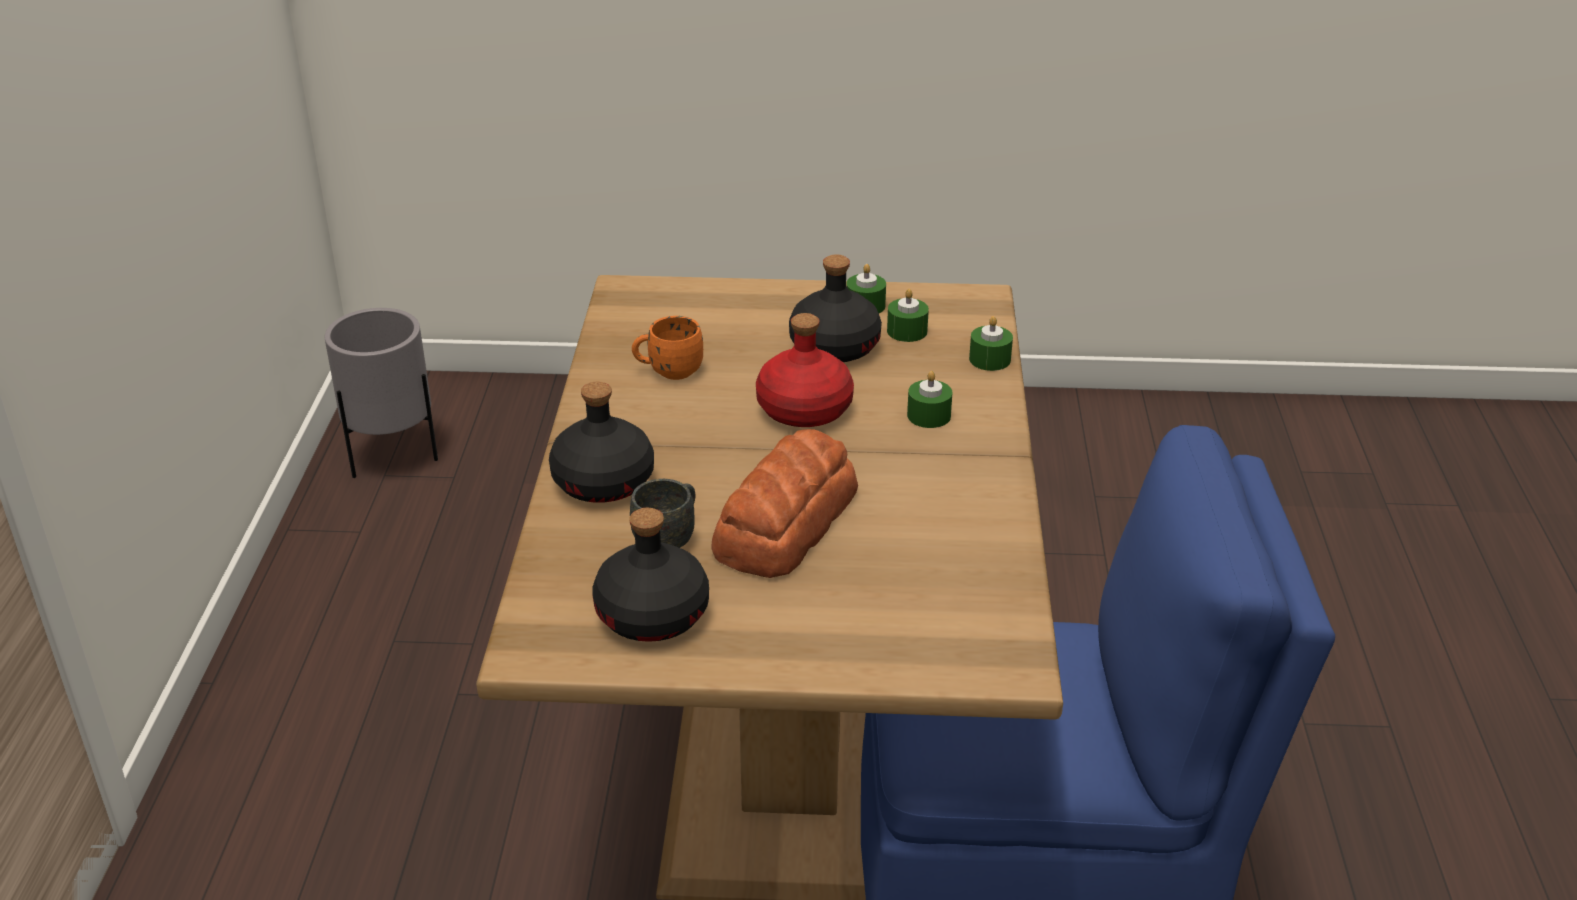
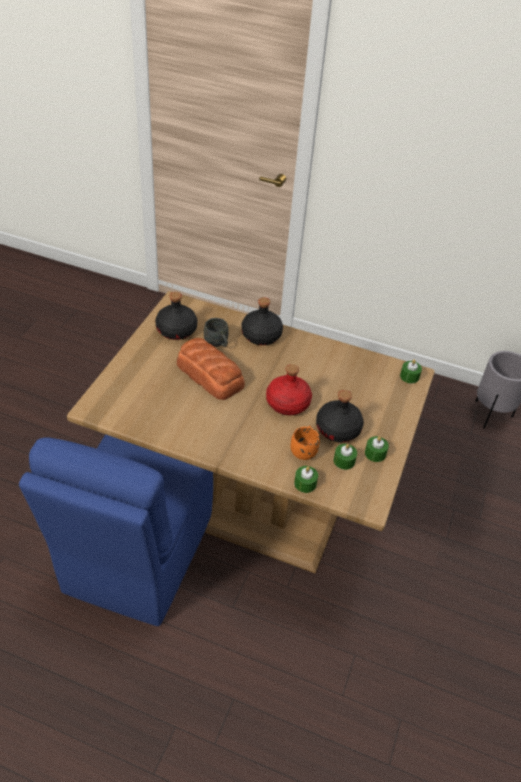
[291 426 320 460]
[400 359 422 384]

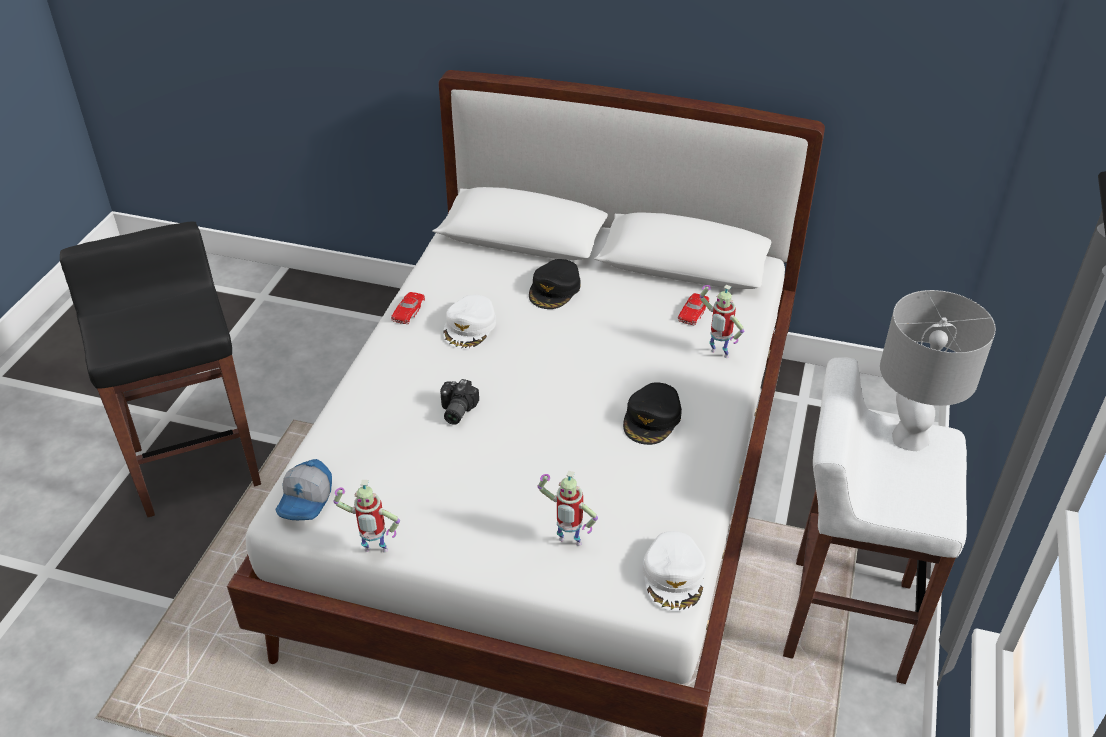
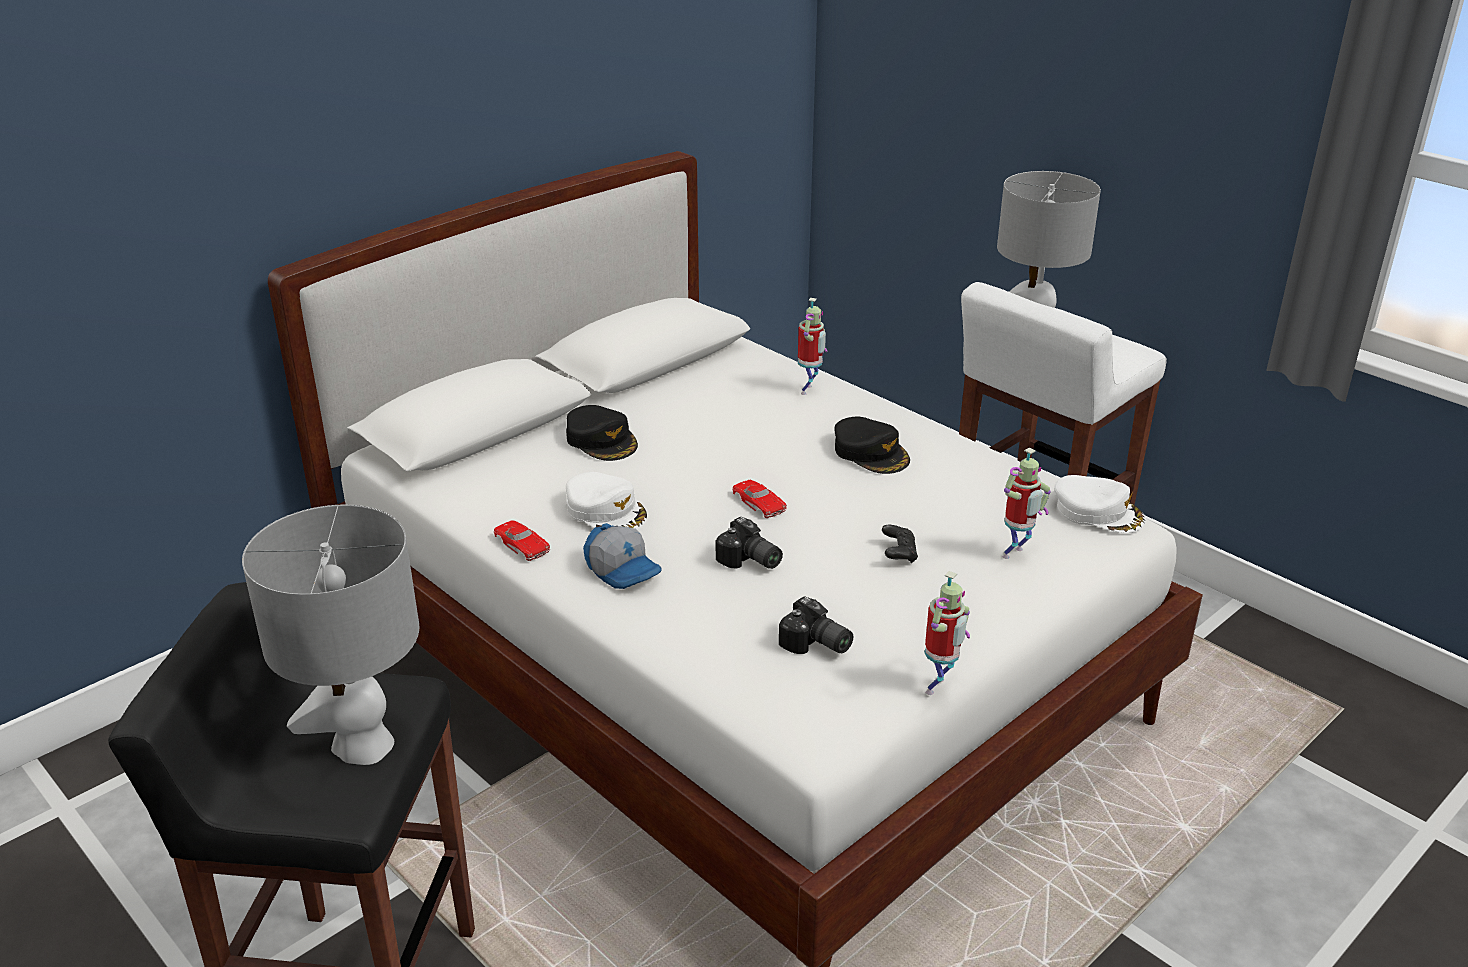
[242 505 419 765]
[583 523 661 589]
[732 480 787 518]
[779 596 853 654]
[798 298 827 395]
[882 525 918 563]

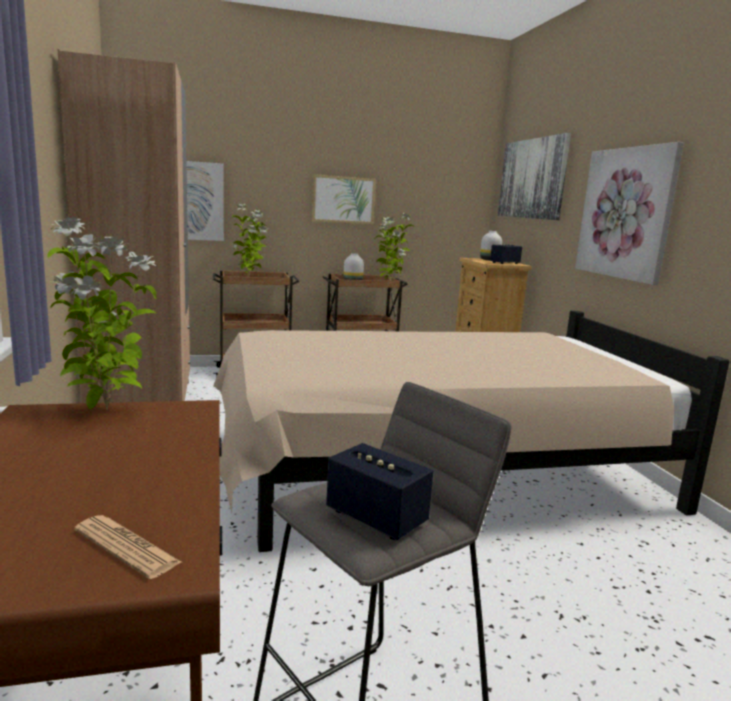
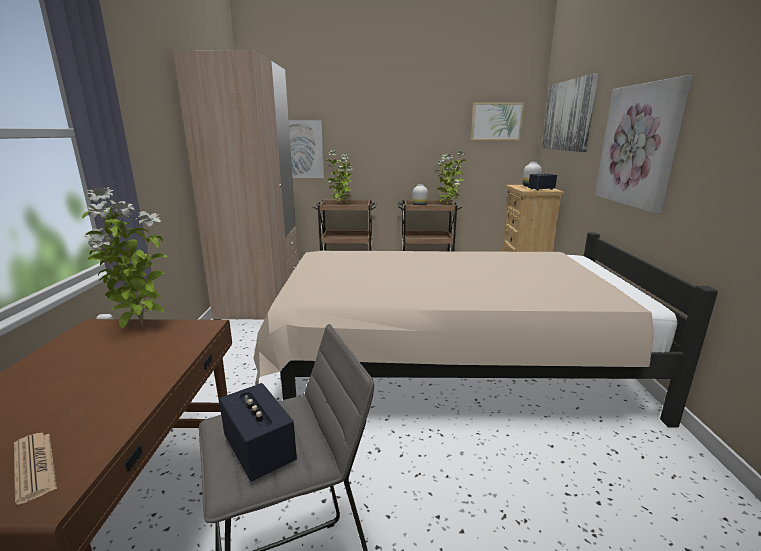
[471 102 524 140]

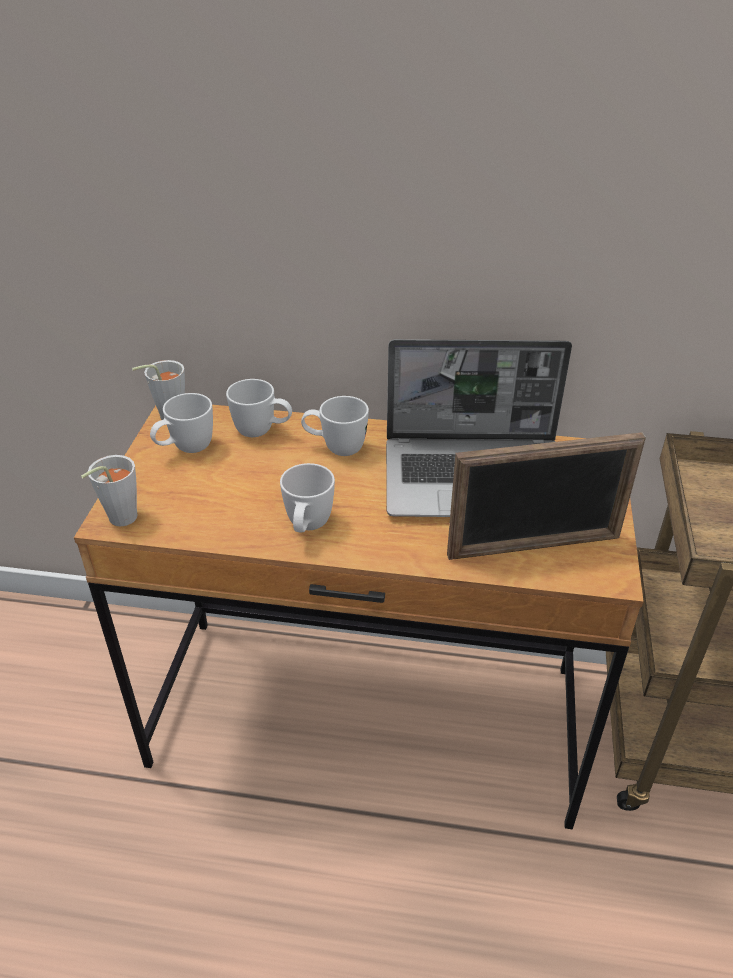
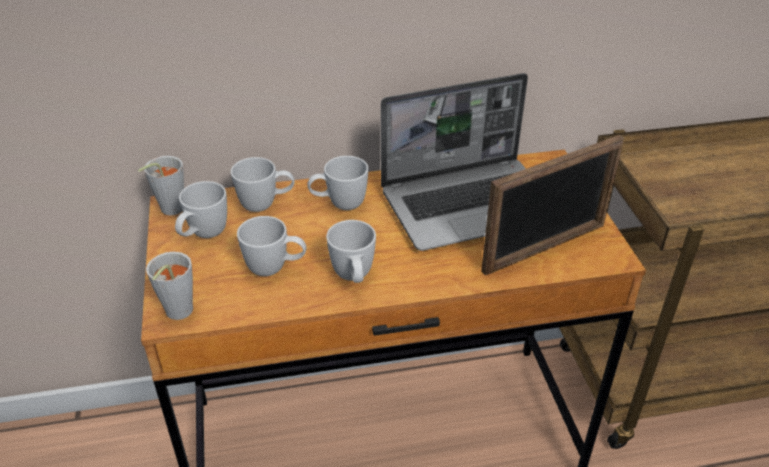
[237 216 306 276]

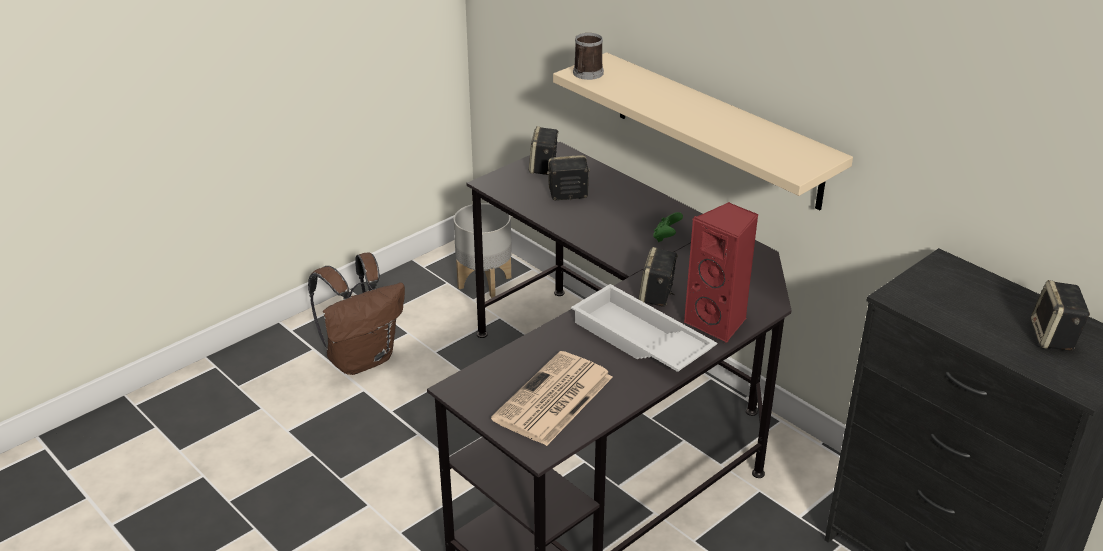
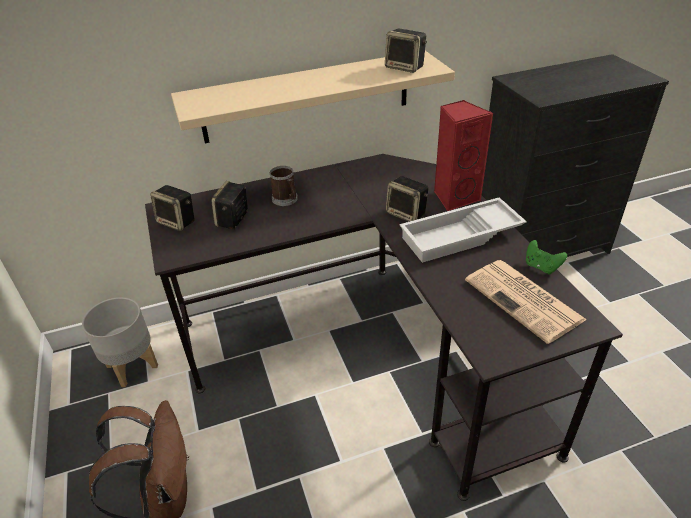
[269 166 298 206]
[385 29 427 73]
[526 240 567 274]

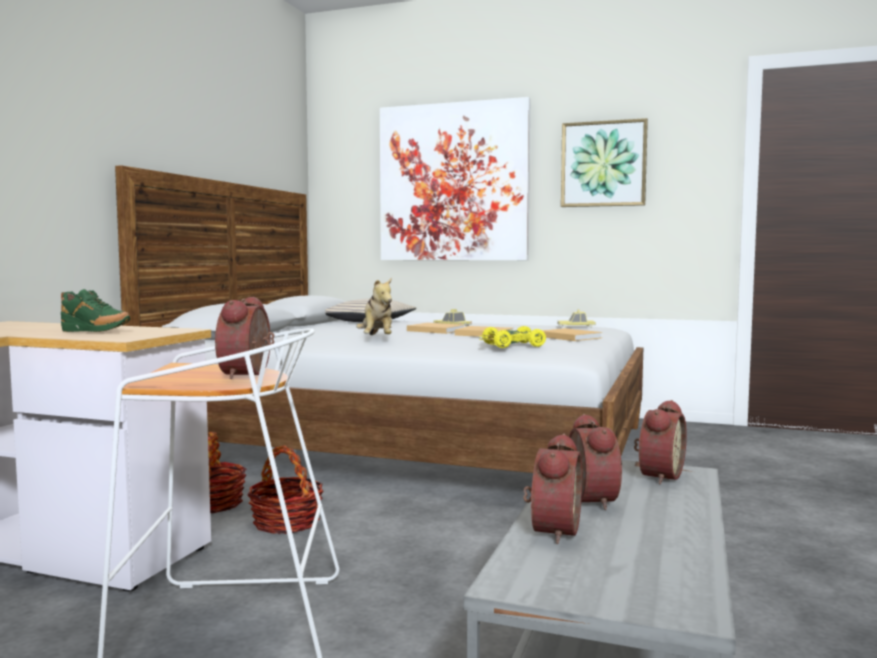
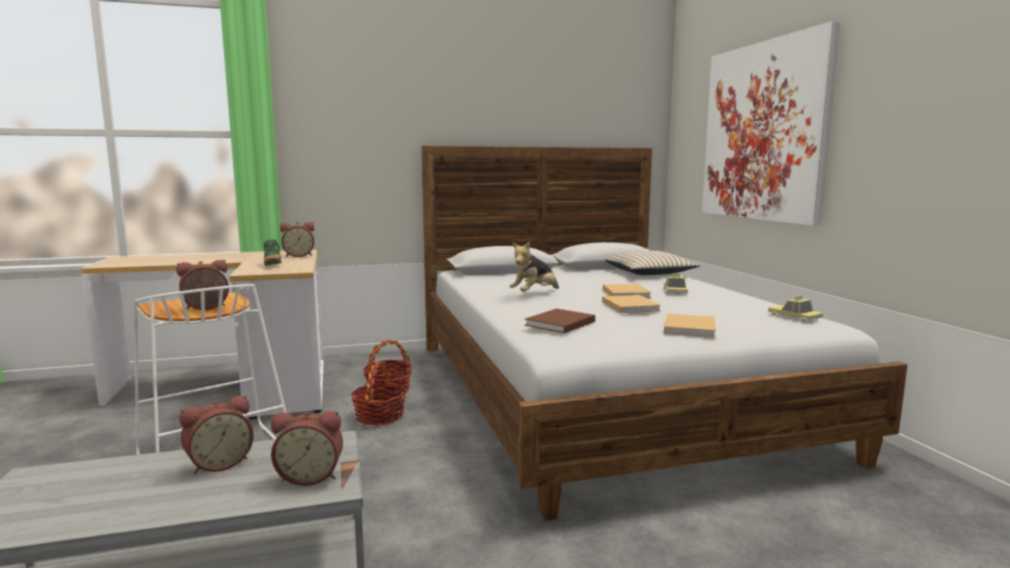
[280 222 314 257]
[525 309 595 333]
[561 118 648 207] (first image)

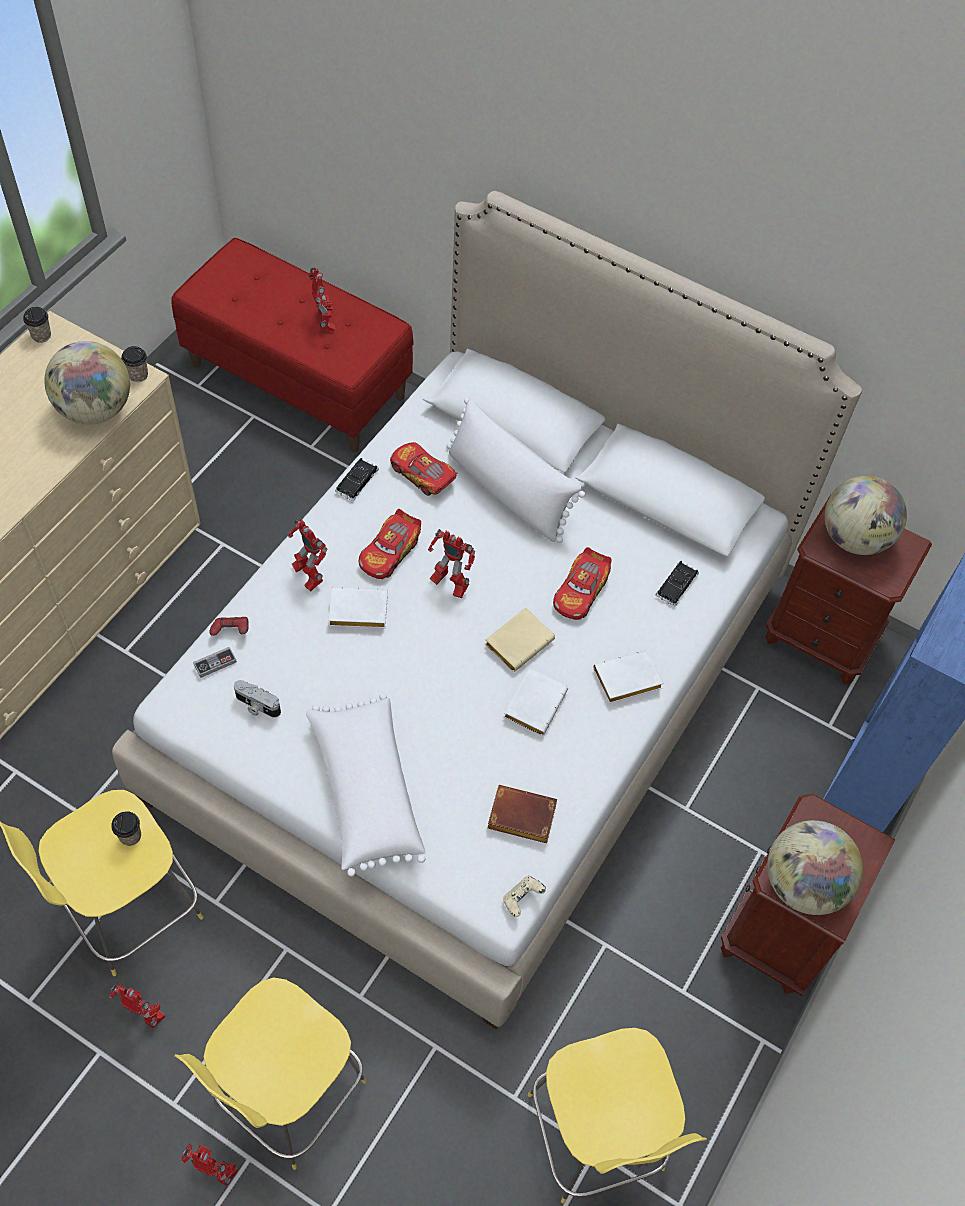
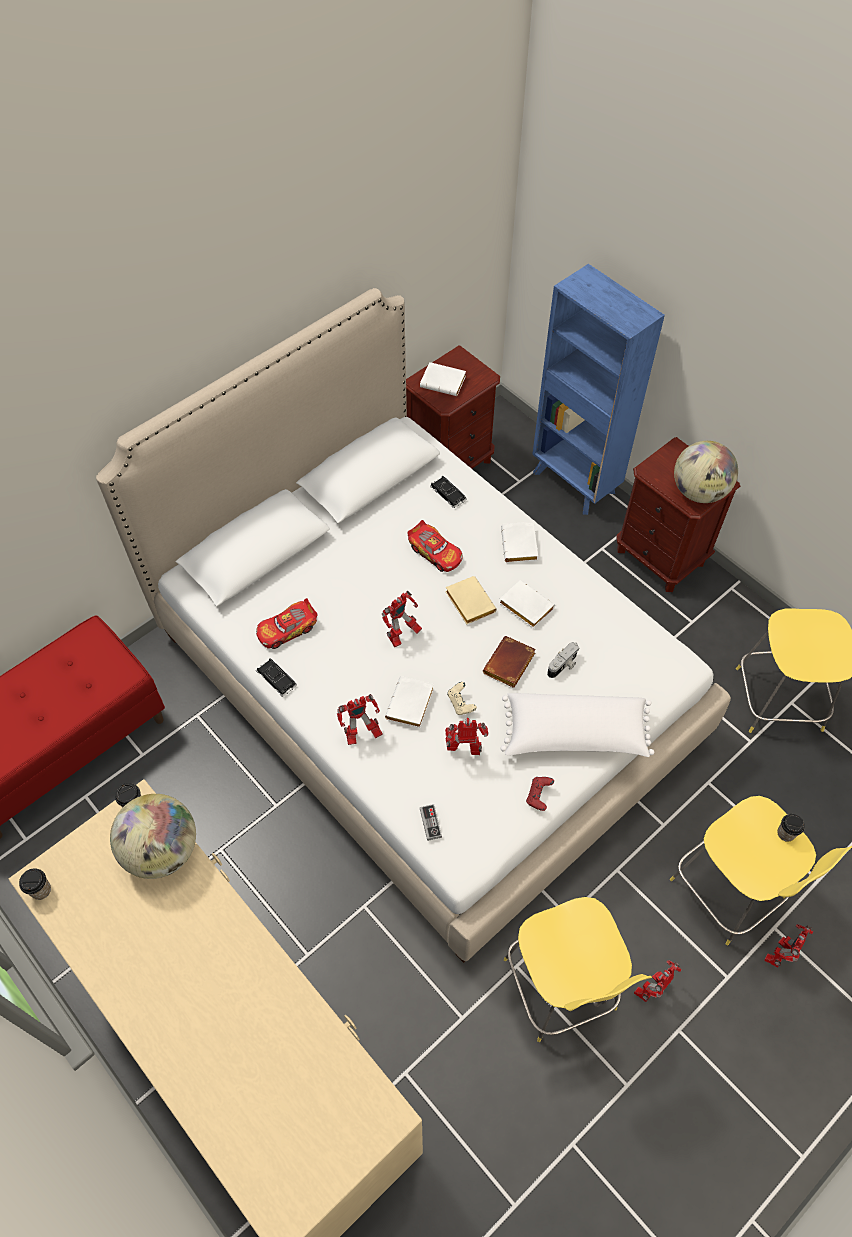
[420 362 466 396]
[445 718 488 755]
[447 682 477 715]
[483 636 536 688]
[526 777 554 811]
[547 642 580 678]
[777 814 805 842]
[359 509 421 579] (first image)
[447 398 585 543] (first image)

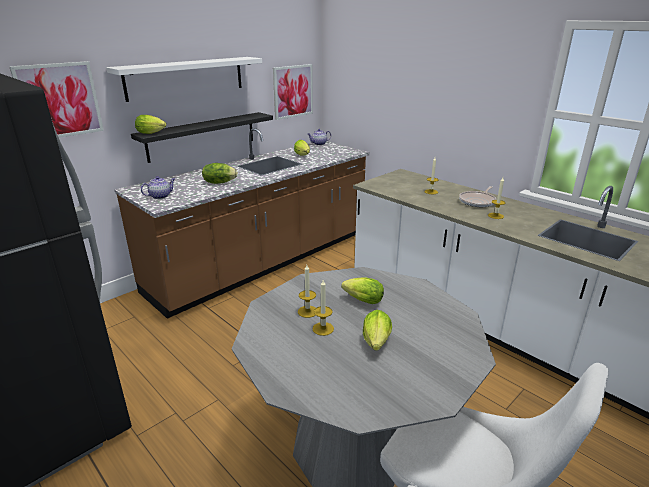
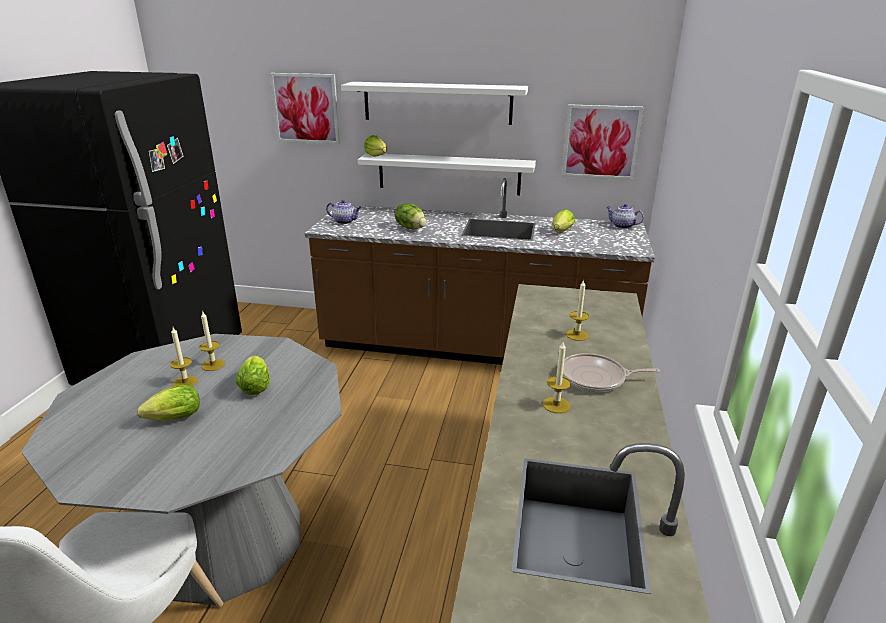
[358 153 536 195]

